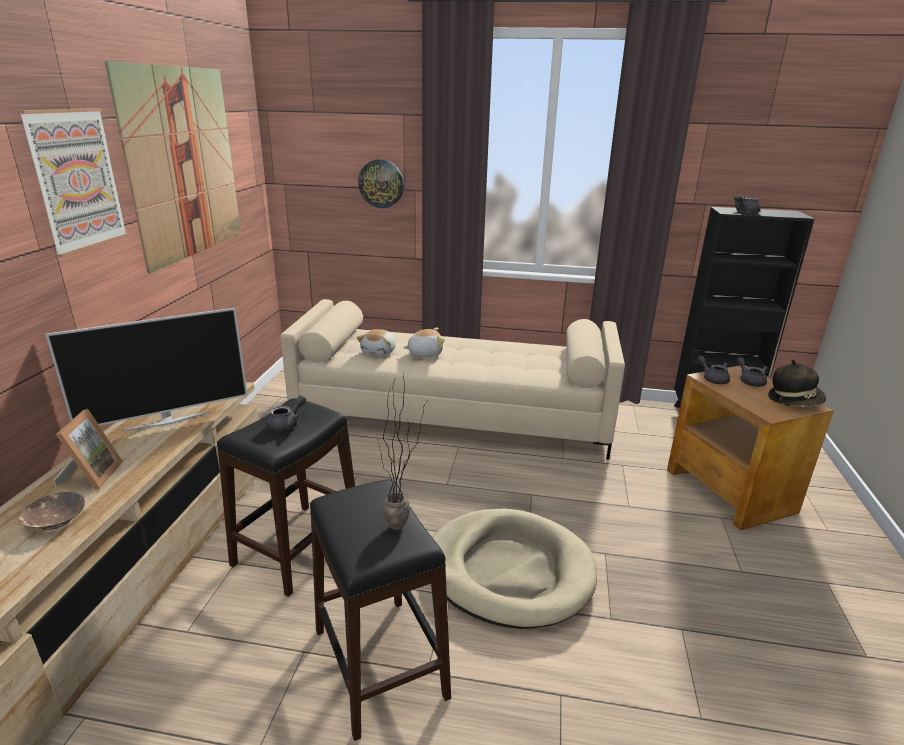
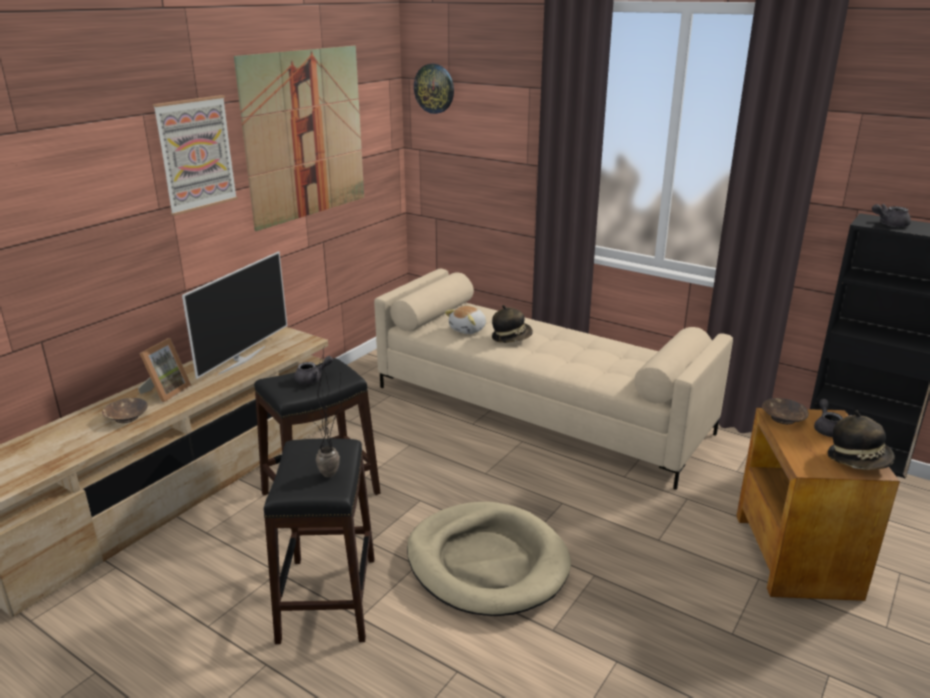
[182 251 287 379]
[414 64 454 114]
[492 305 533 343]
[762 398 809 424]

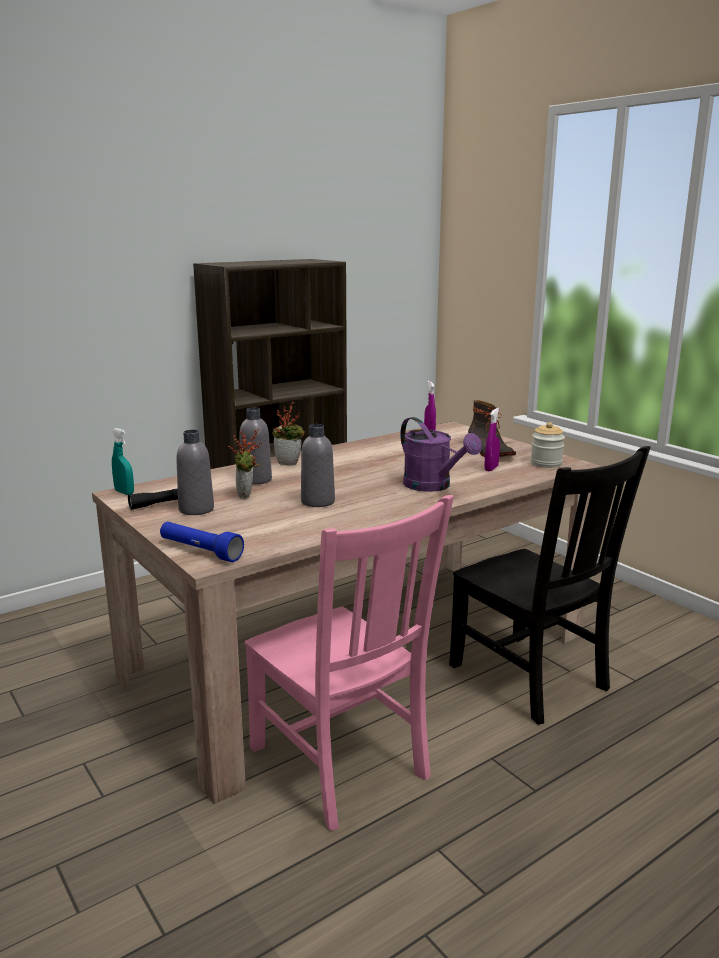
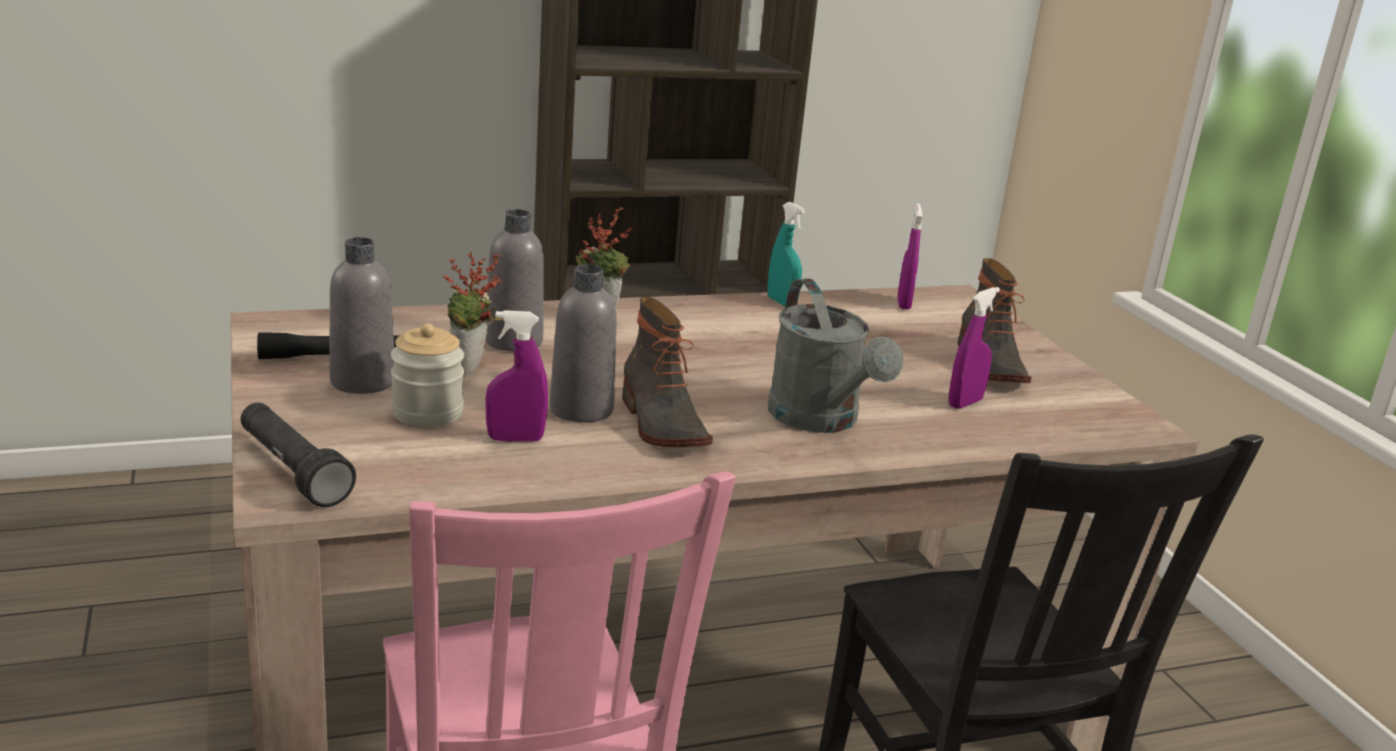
[240 403 356 507]
[391 323 464 427]
[485 310 548 442]
[622 297 713 447]
[767 202 805 306]
[768 278 903 433]

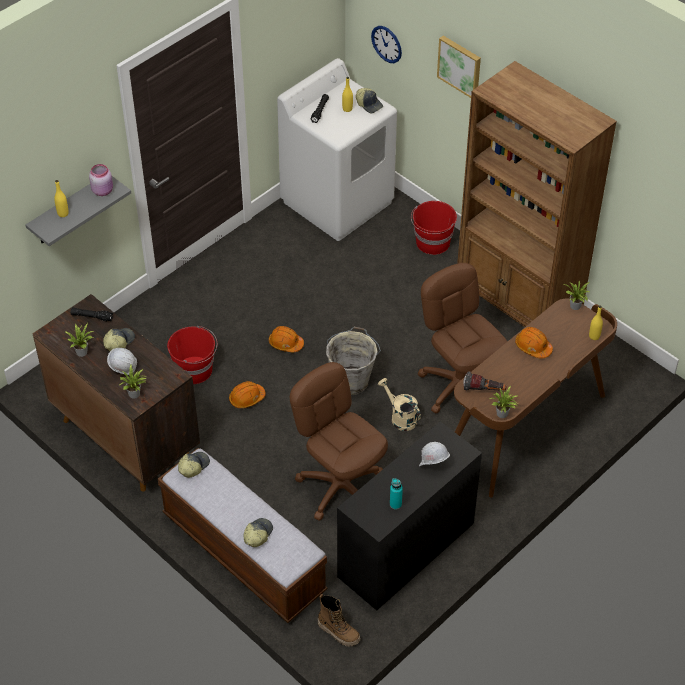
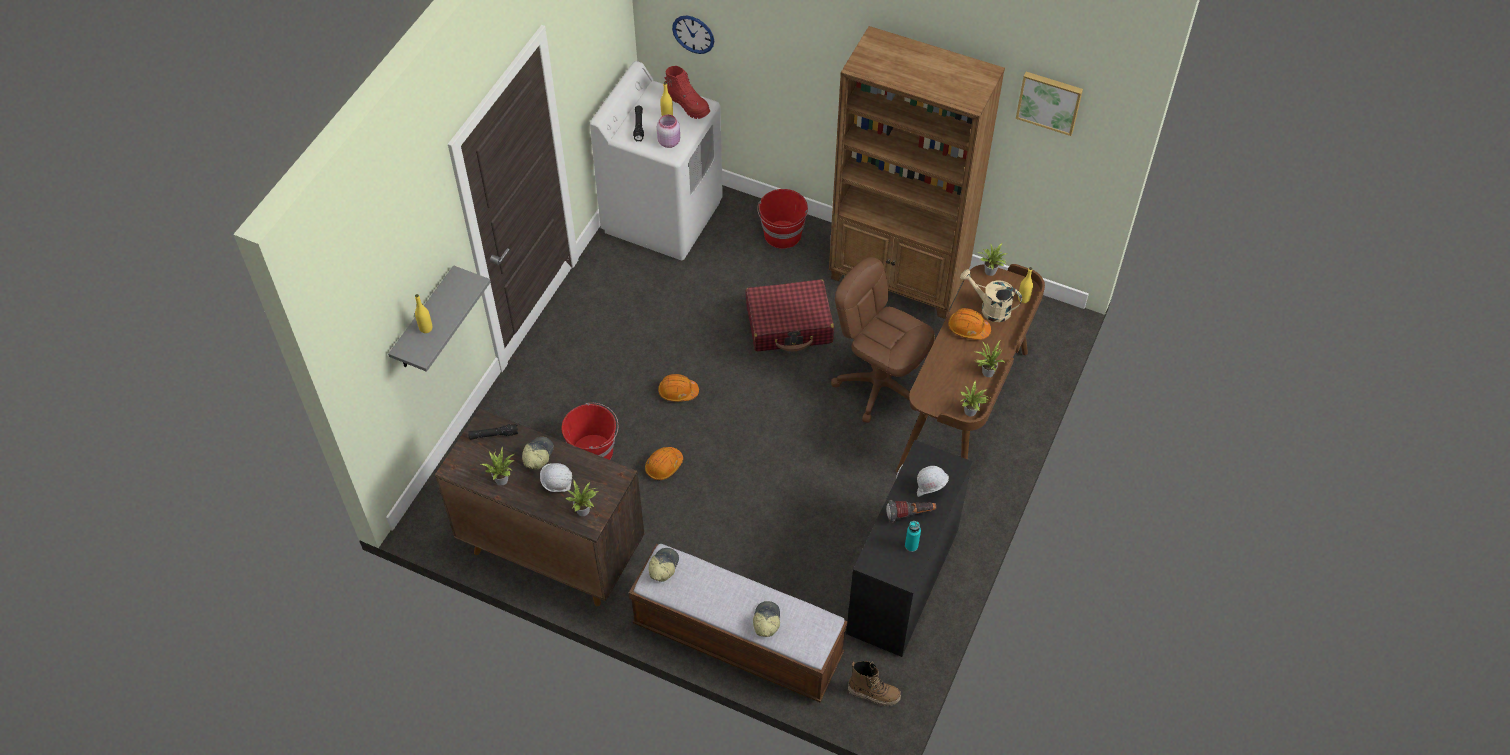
[657 115 680 148]
[664 66 710 119]
[746 279 834 351]
[886 500 936 523]
[960 269 1022 322]
[976 341 1004 377]
[1016 72 1083 136]
[290 362 388 521] (first image)
[326 327 381 395] (first image)

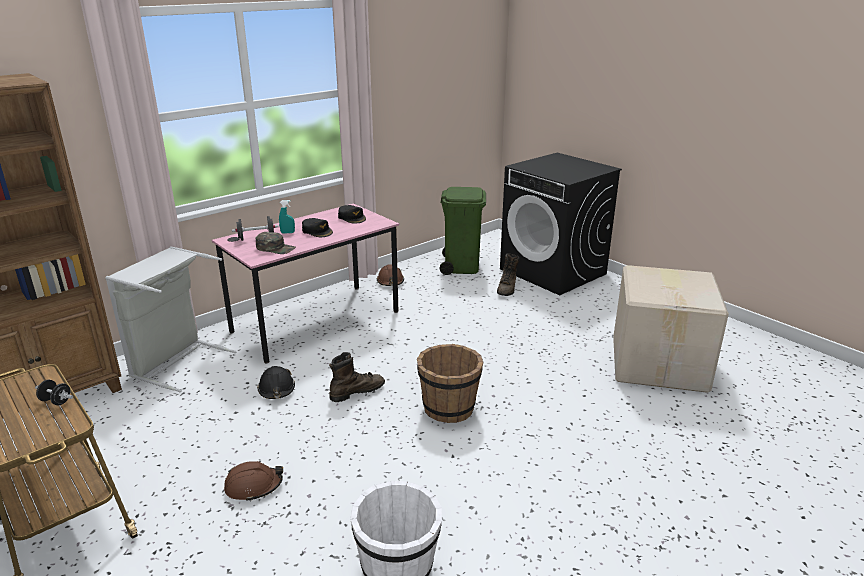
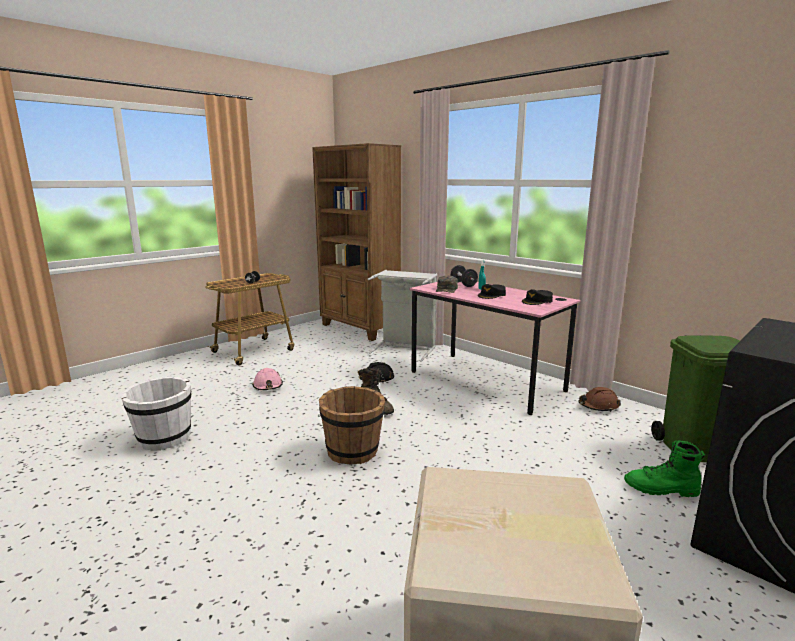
[252 368 283 390]
[624 440 705 497]

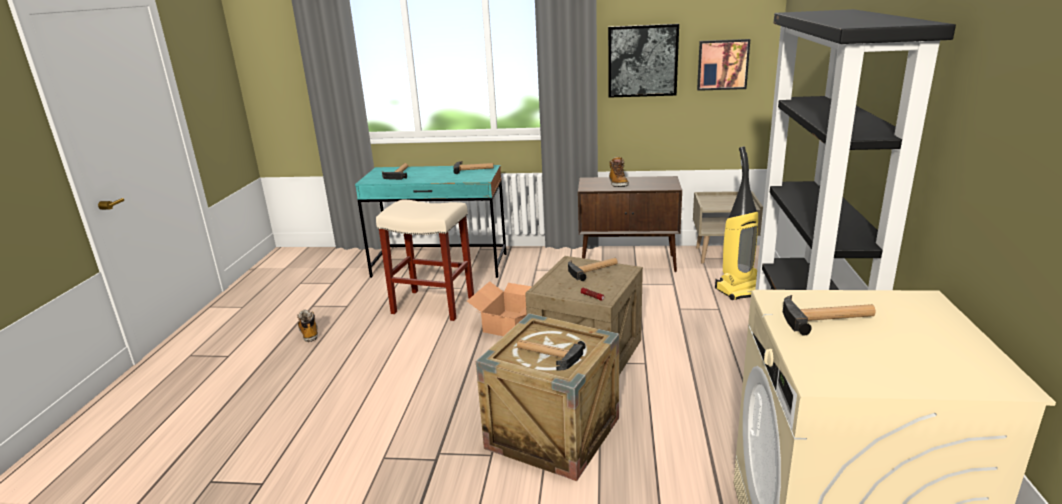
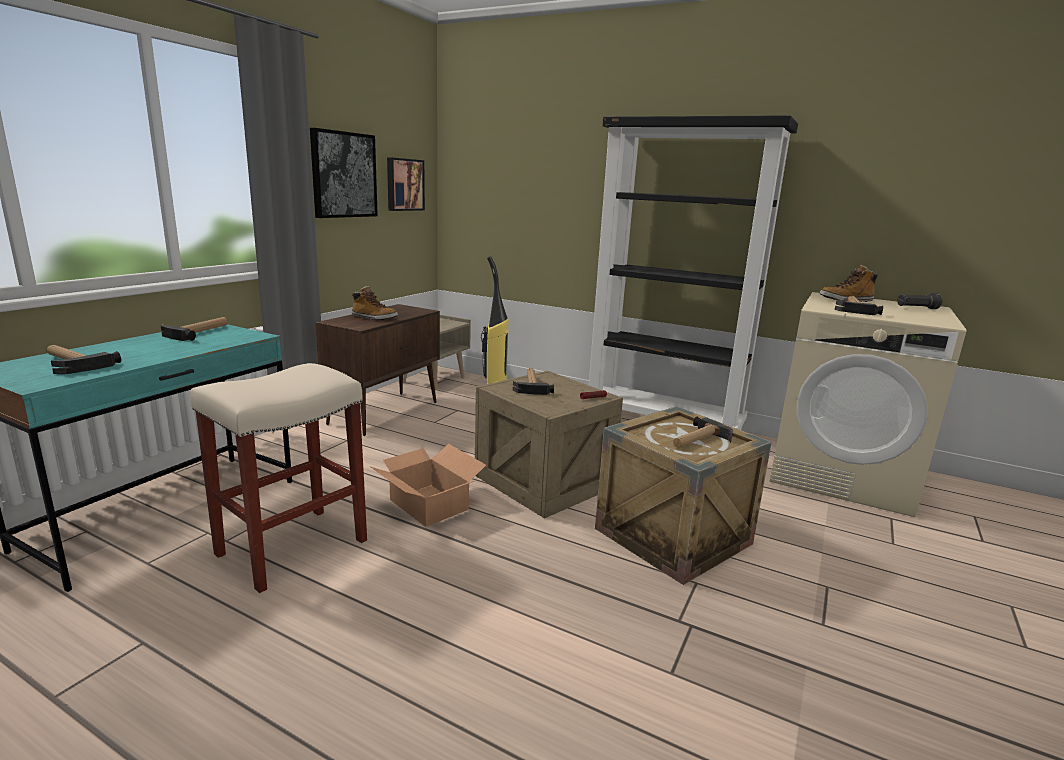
[820 265 878 302]
[897 293 942 309]

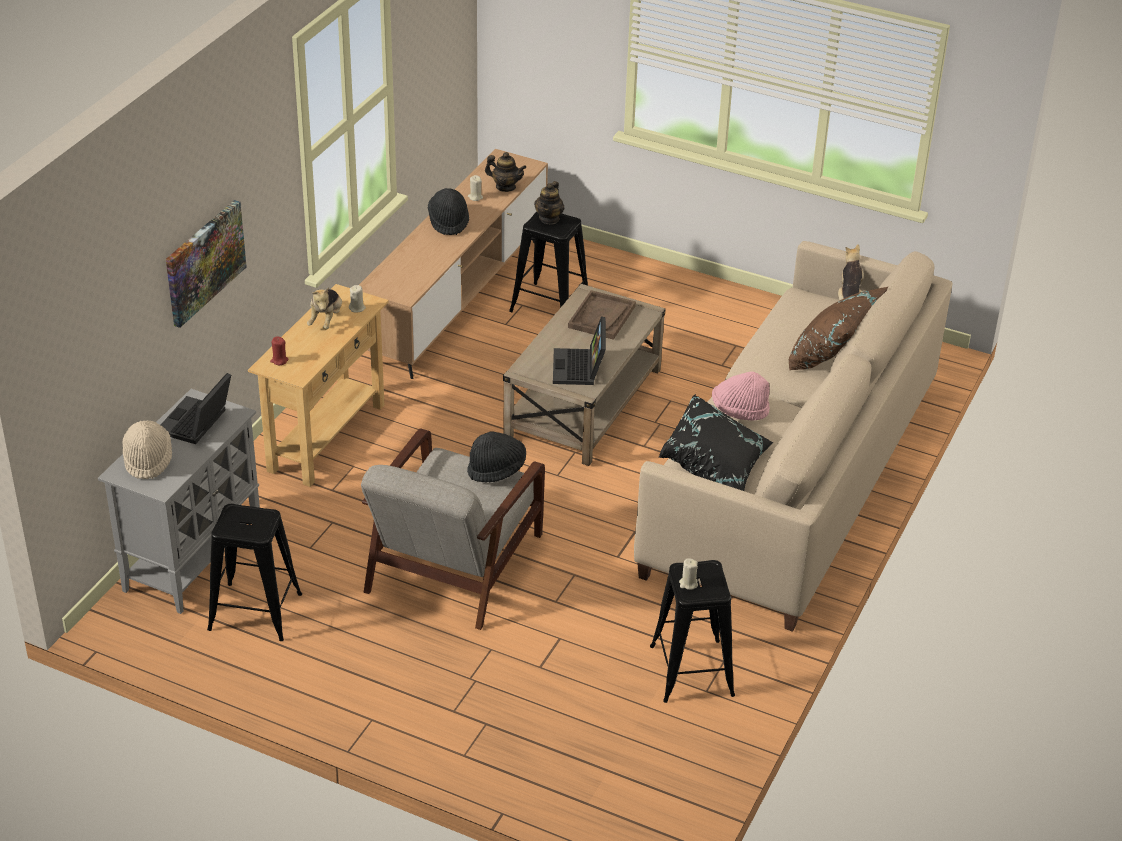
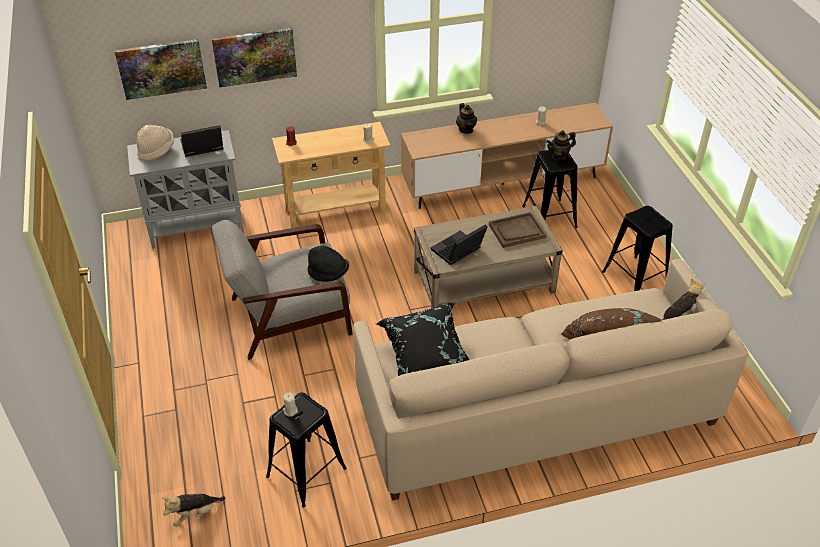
[115 39 207 100]
[162 494 225 526]
[456 103 477 134]
[602 206 673 291]
[428 188 469 235] (first image)
[712 371 770 421] (first image)

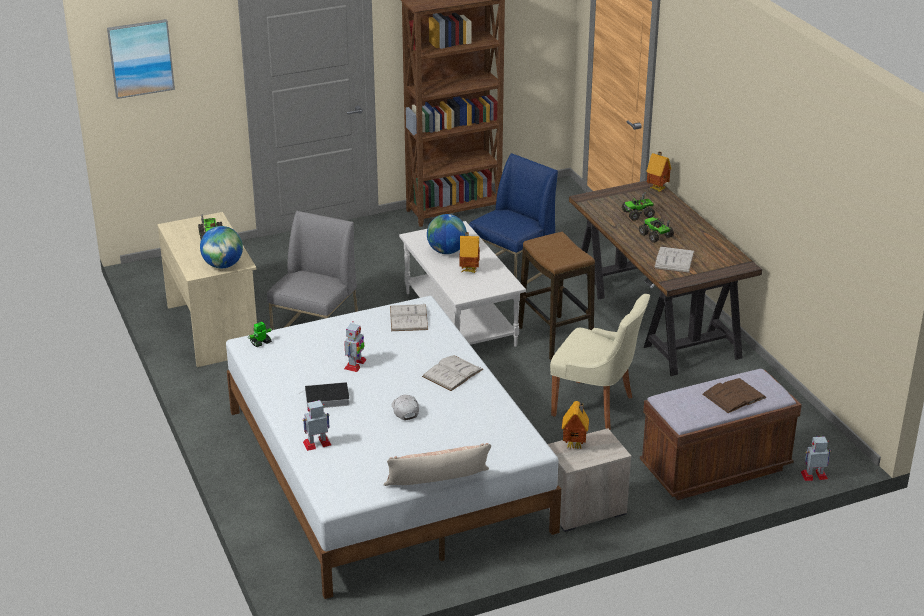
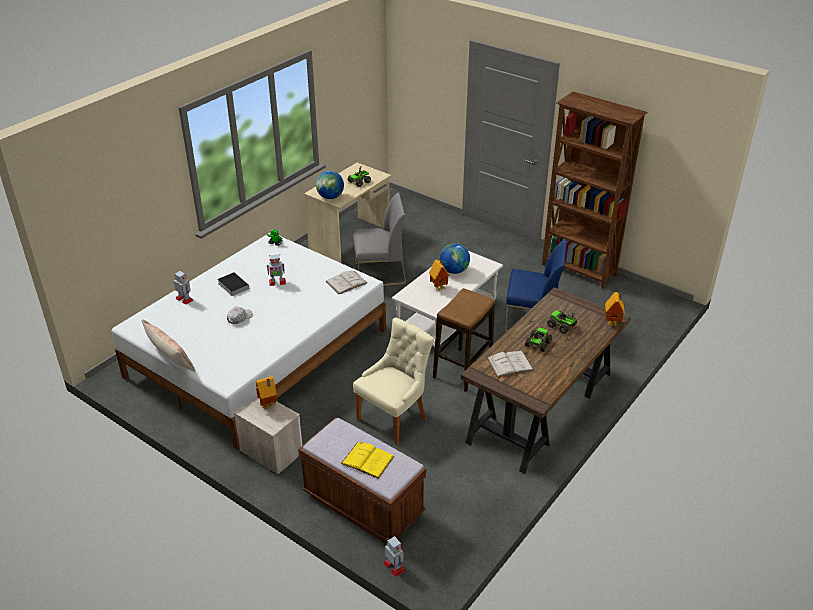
[341 442 394 479]
[353 317 434 445]
[107 19 175 99] (first image)
[422 355 484 391] (first image)

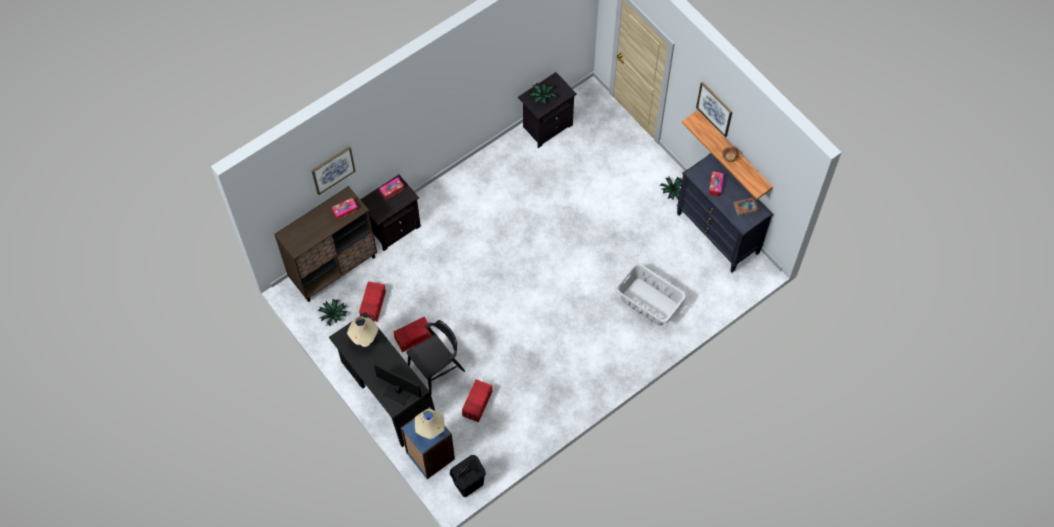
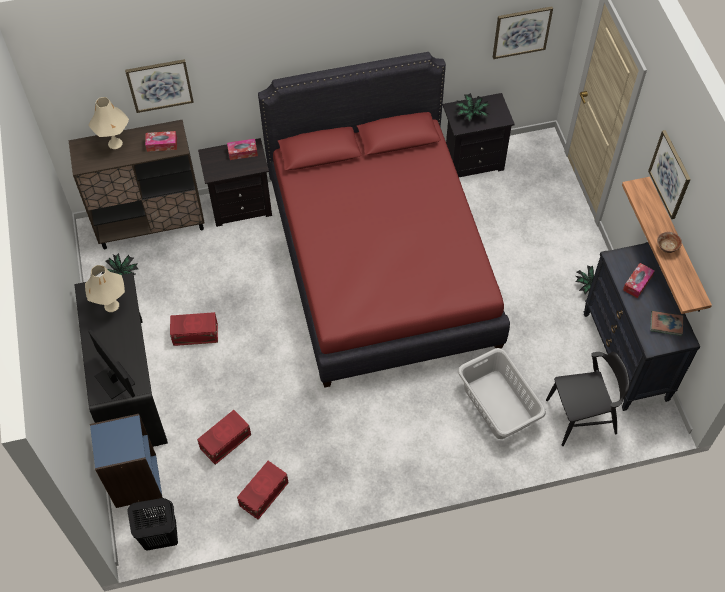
[89 97 129 149]
[237 461 289 520]
[258 52 510 388]
[493 6 553 59]
[546 352 630 446]

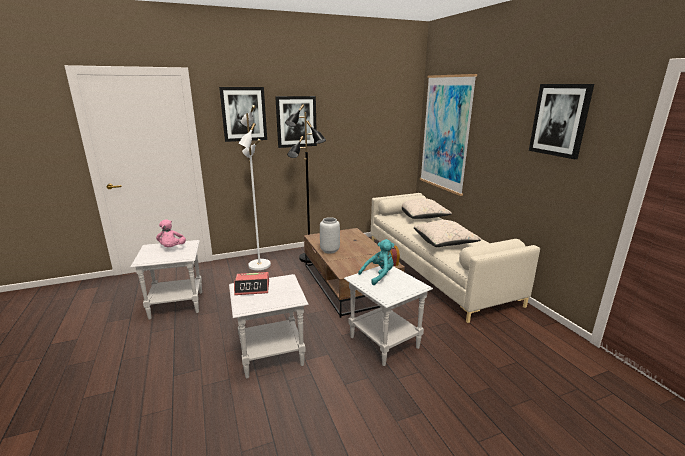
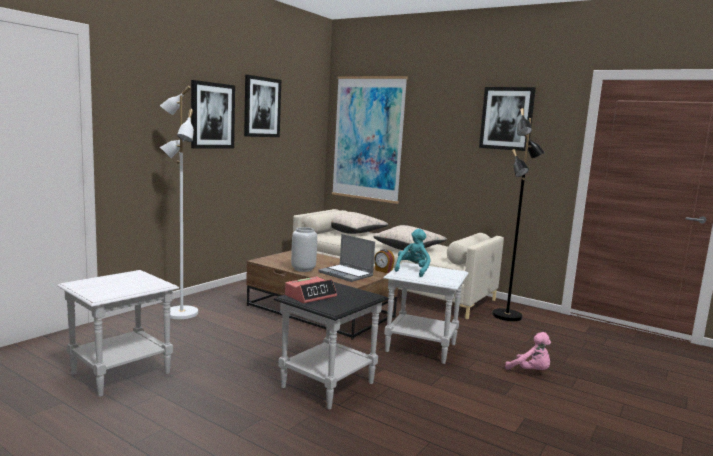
[244 75 281 137]
[274 282 389 409]
[318 234 375 282]
[492 108 545 321]
[505 332 551 370]

